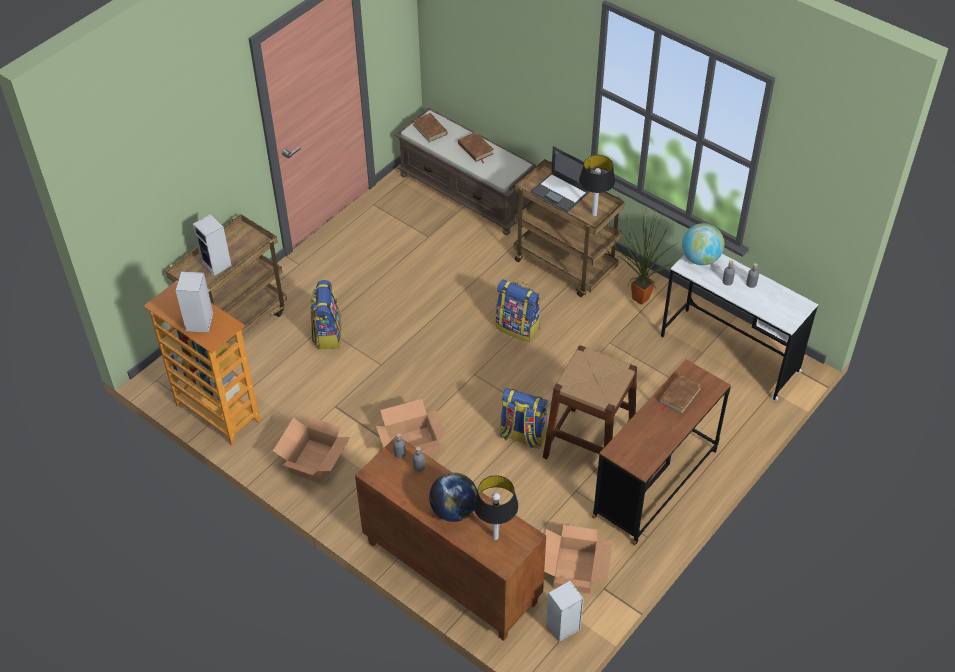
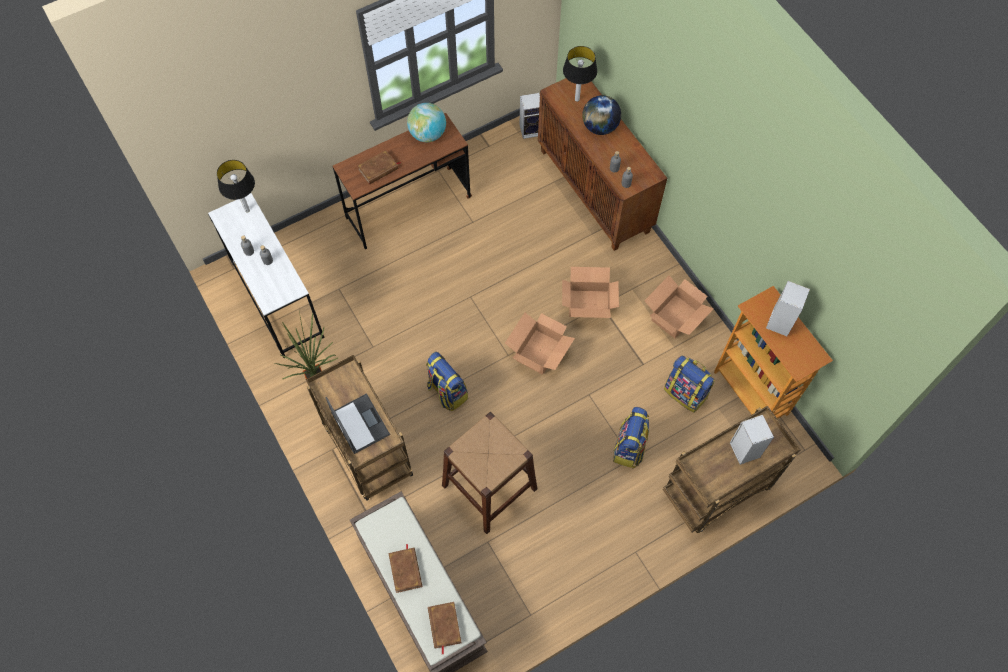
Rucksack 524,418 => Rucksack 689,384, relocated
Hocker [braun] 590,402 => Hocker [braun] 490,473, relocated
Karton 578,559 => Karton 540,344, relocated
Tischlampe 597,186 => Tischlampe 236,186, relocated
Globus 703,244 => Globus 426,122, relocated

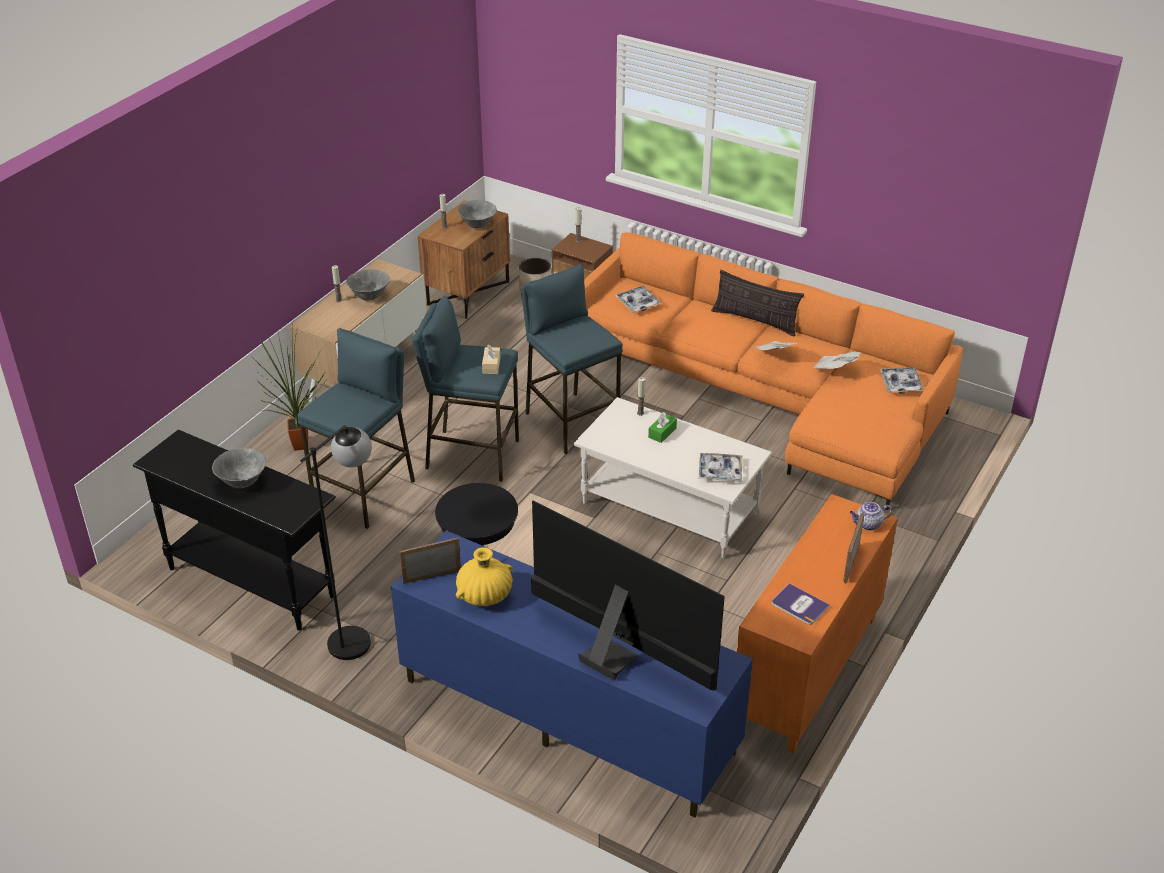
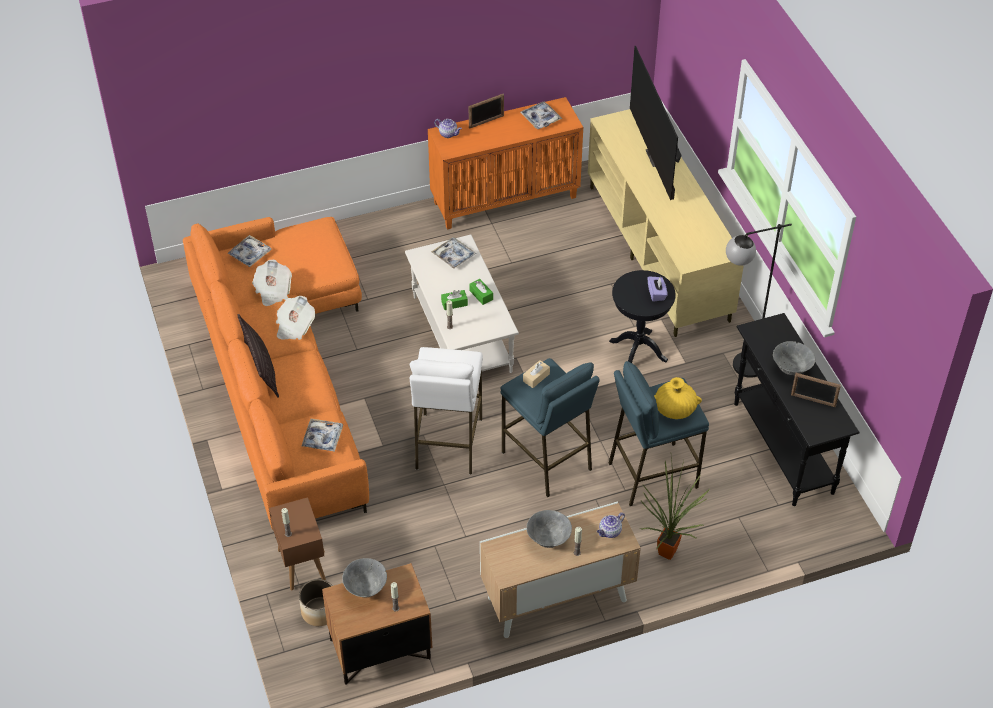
Fernsehschrank [blau] 572,674 => Fernsehschrank [beige] 666,223
Bilderrahmen 430,560 => Bilderrahmen 816,390, relocated
Vase [gelb] 484,576 => Vase [gelb] 678,398, relocated
Hocker [blau] 571,359 => Hocker [weiß] 446,411
Buch 801,604 => Tablett 541,115
nothing => Taschentuchbox [grün] 481,292
nothing => Teekanne 611,525
nothing => Taschentuchbox [lila] 658,289

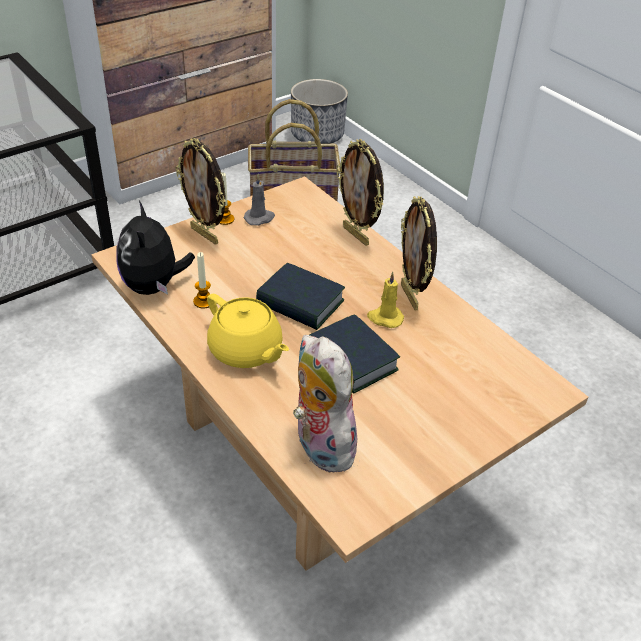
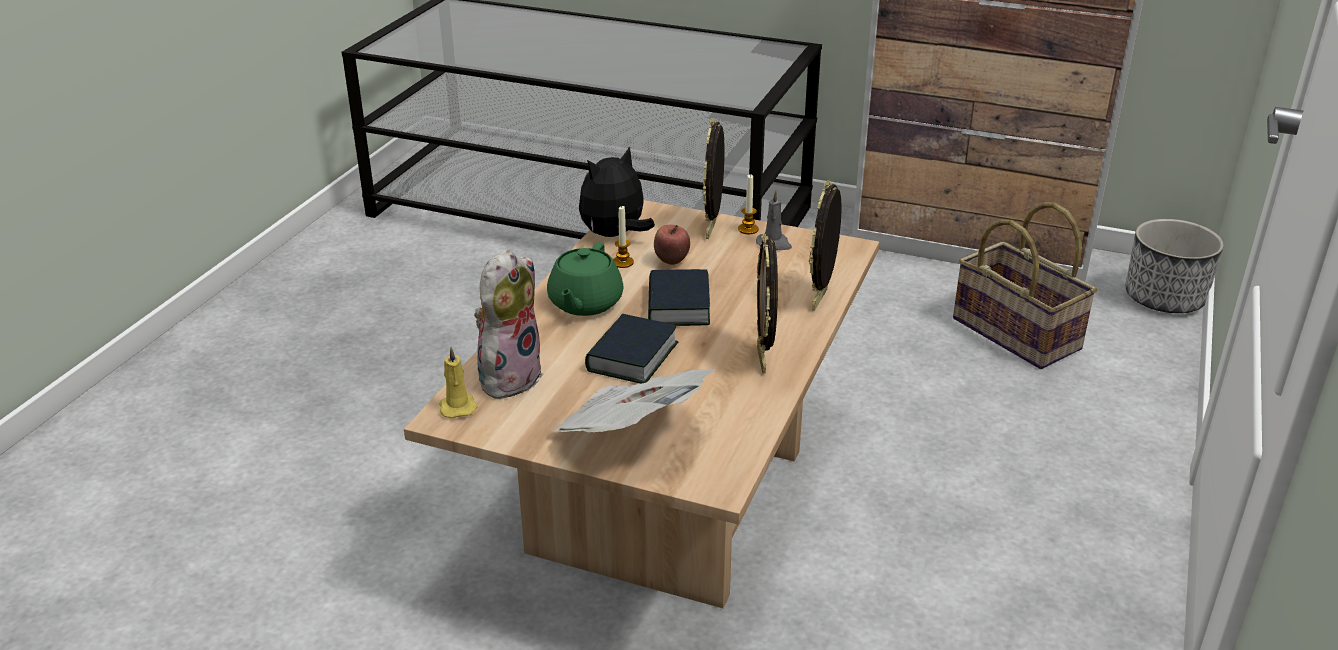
Teekanne [gelb] 248,331 => Teekanne [grün] 585,279
Kerze [gelb] 385,300 => Kerze [gelb] 458,383, relocated
Bilderrahmen 419,253 => Bilderrahmen 767,303, 45 degrees counterclockwise
nothing => Zeitung 633,400
nothing => Apfel 672,245

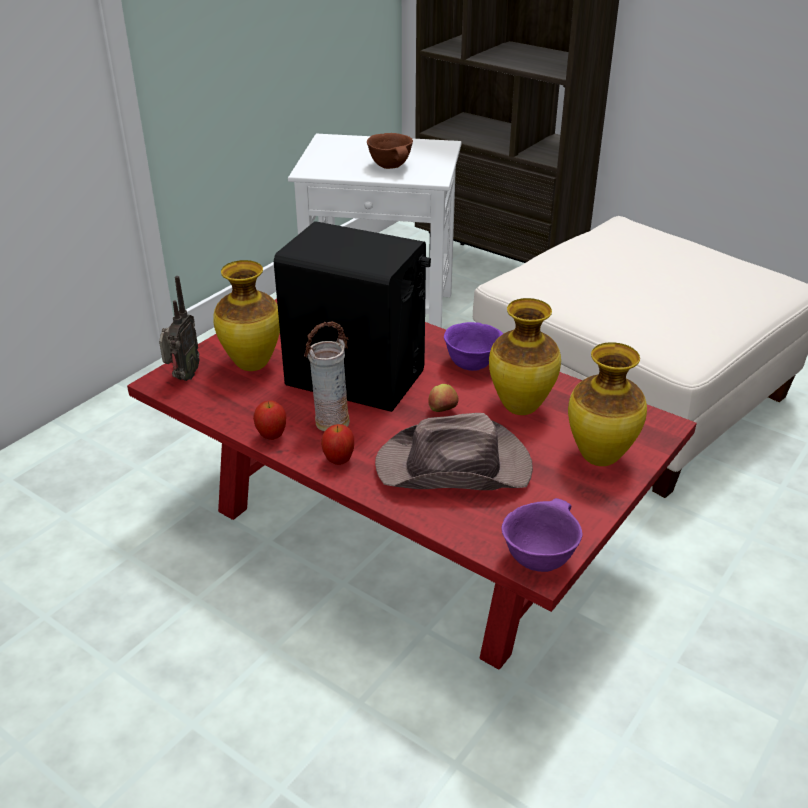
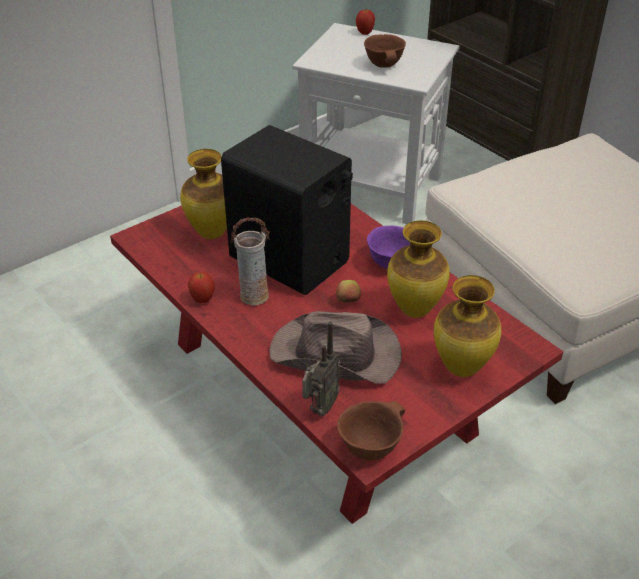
Radio 179,328 => Radio 321,368, relocated
Apfel 337,444 => Apfel 365,22, relocated
Schüssel [lila] 542,535 => Schüssel [braun] 371,431

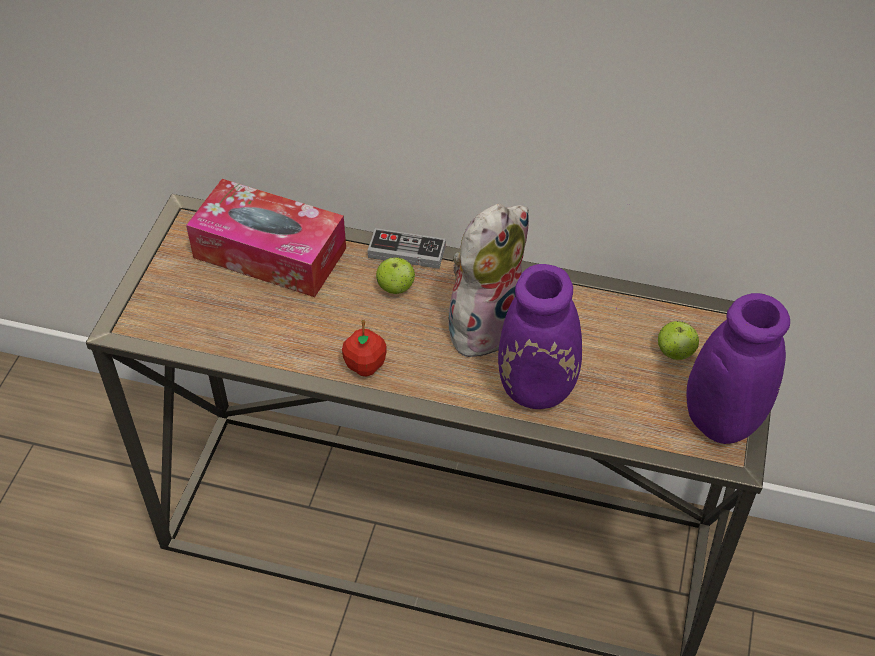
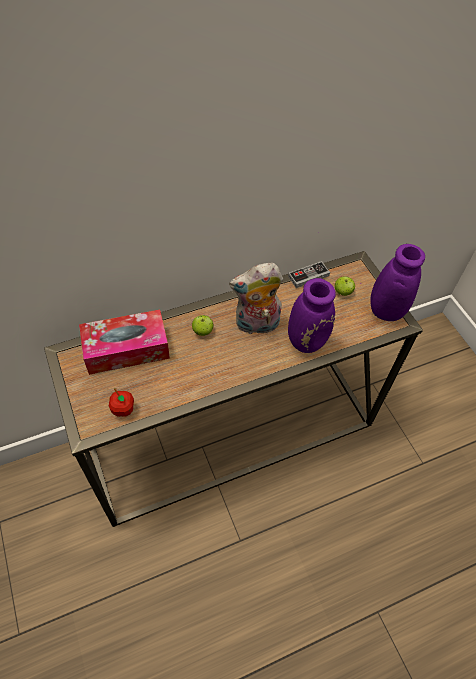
Apfel 364,348 => Apfel 121,402, relocated
Gamepad 407,248 => Gamepad 309,274, relocated
Plüschtier 489,283 => Plüschtier 256,298, 105 degrees counterclockwise

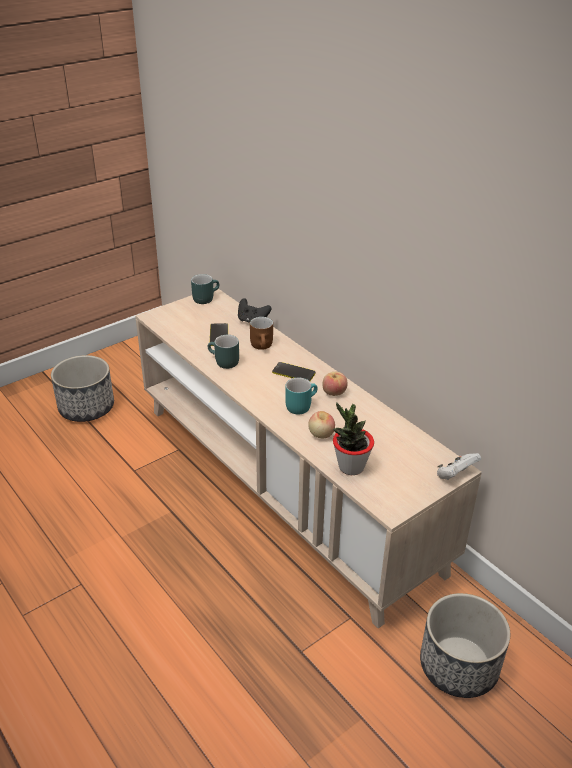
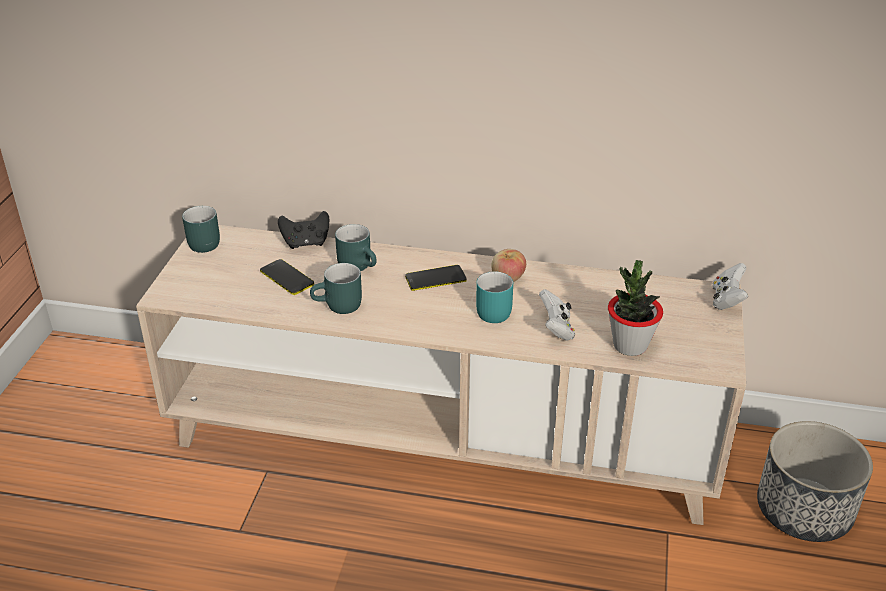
Pflanzkübel 82,388 => nothing
Henkelbecher [braun] 261,333 => Henkelbecher [türkis] 356,247
Apfel 321,425 => Gamepad [weiß] 557,315

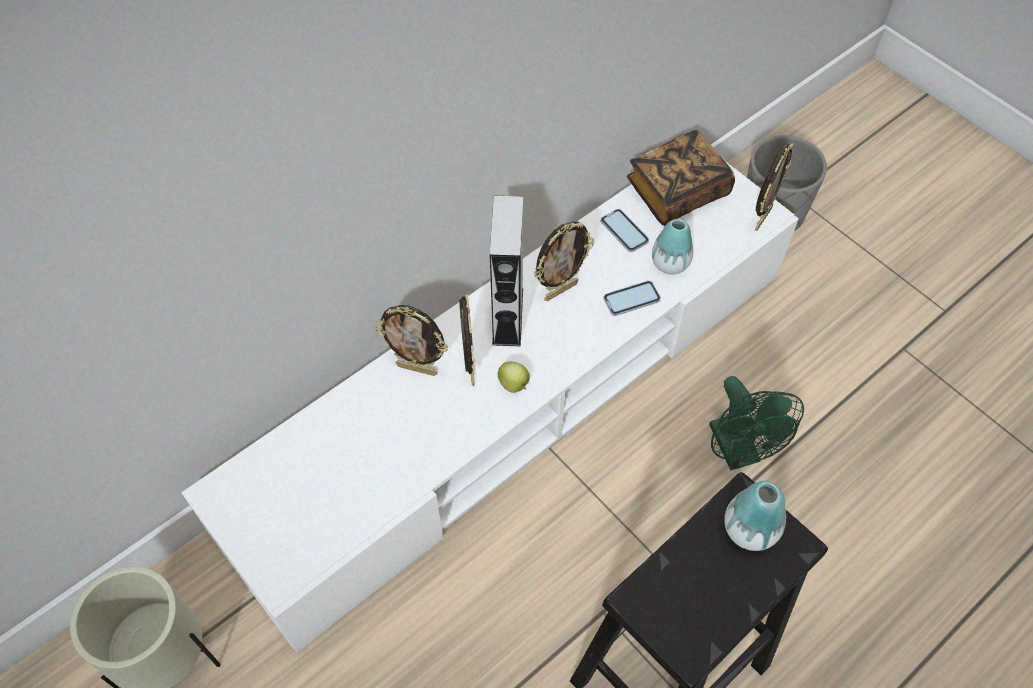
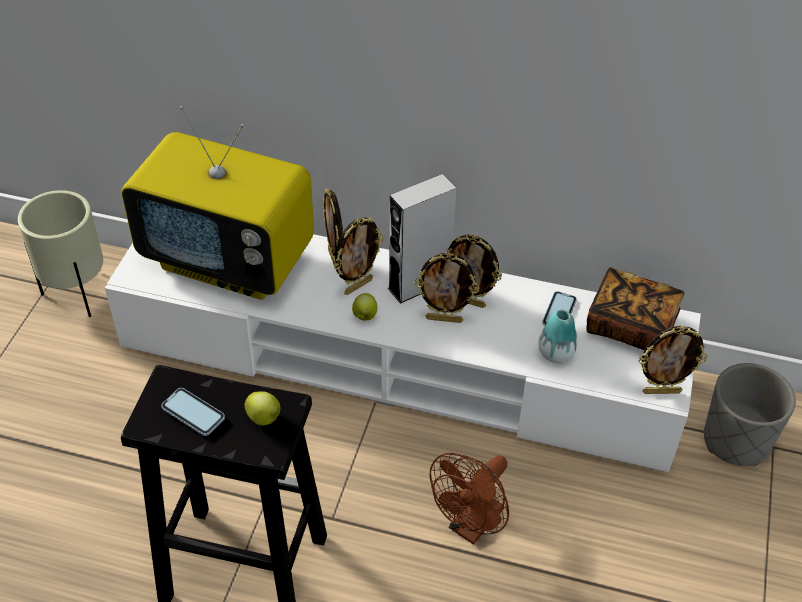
Handy 632,298 => Handy 193,412, relocated
Ventilator [grün] 756,423 => Ventilator [braun] 469,499
Vase 755,516 => Apfel 263,408
nothing => Fernseher 217,203
nothing => Bilderrahmen 446,288

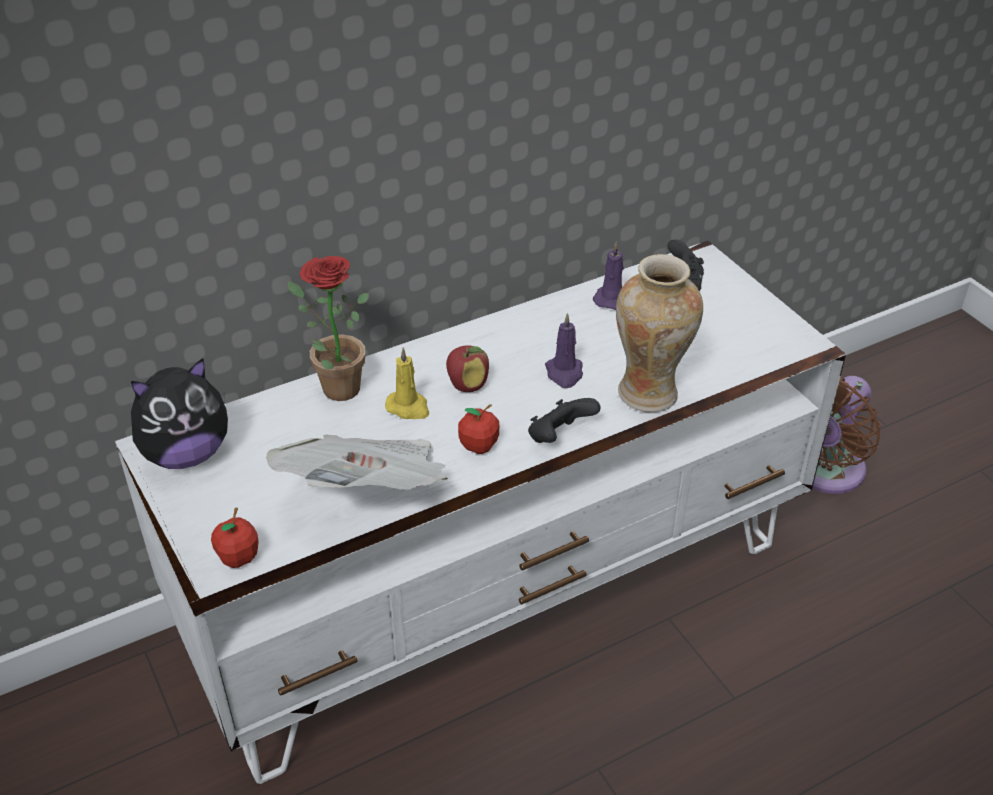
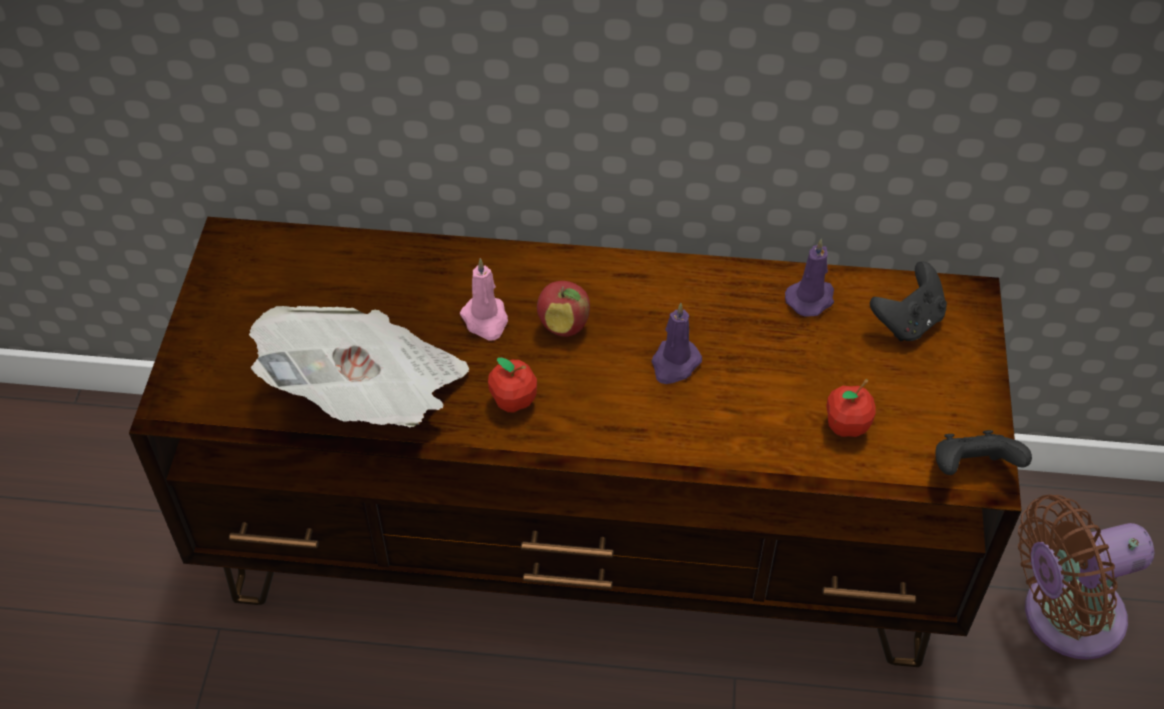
Fernsehschrank [weiß] 480,512 => Fernsehschrank [braun] 575,442
Plüschtier 179,413 => nothing
Apfel 235,538 => Apfel 851,408, relocated
Topfpflanze 328,328 => nothing
Kerze [gelb] 407,383 => Kerze [rosa] 484,299
Gamepad [schwarz] 564,420 => Gamepad [schwarz] 983,452, relocated
Vase 659,333 => nothing

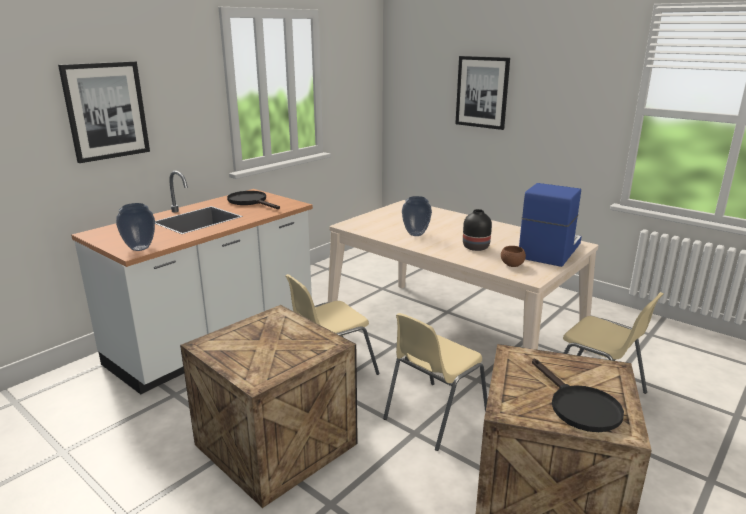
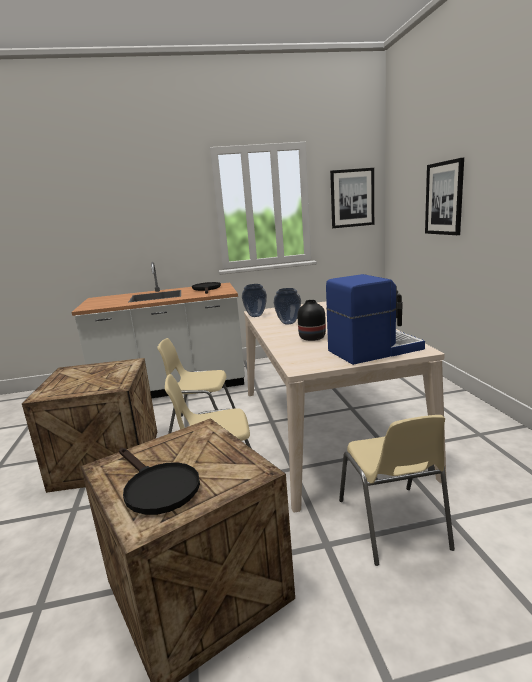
Bild 104,112 => Bild 352,198, relocated
Vase 135,227 => Vase 254,300, relocated
Schüssel [braun] 513,256 => nothing
Pfanne [schwarz] 578,395 => Pfanne [schwarz] 159,481, 60 degrees counterclockwise

